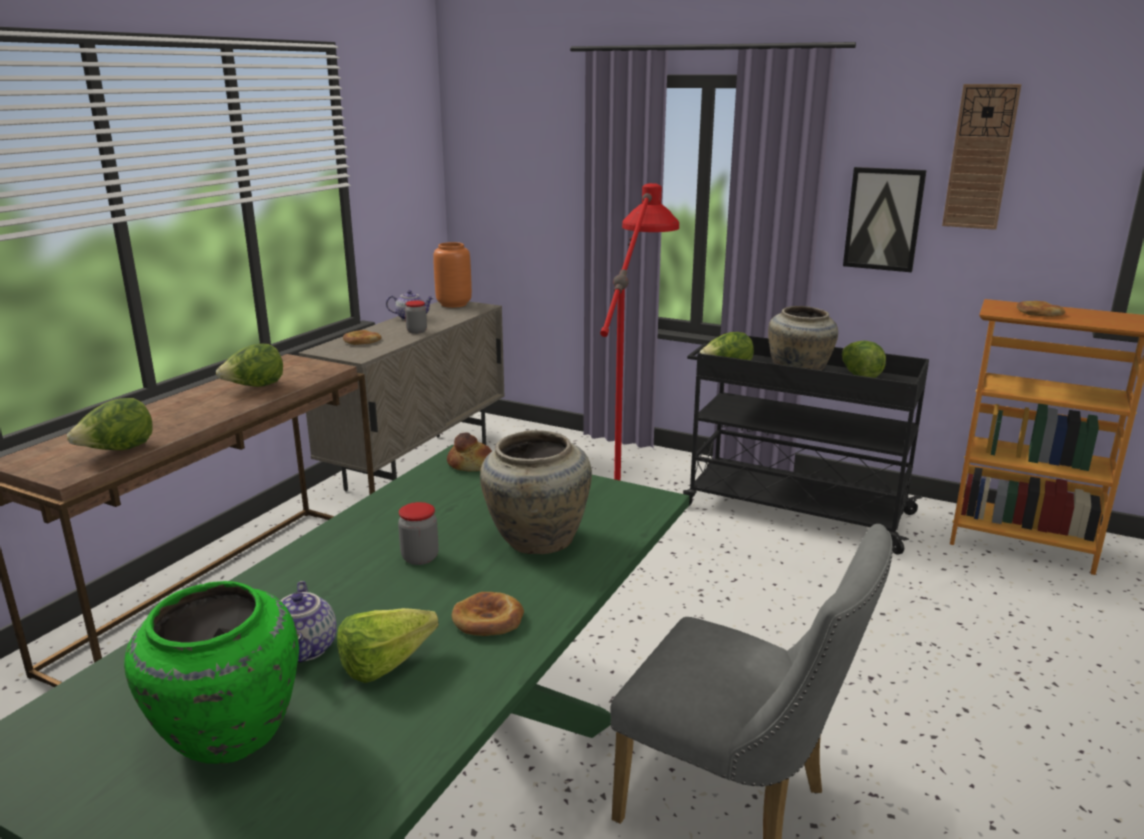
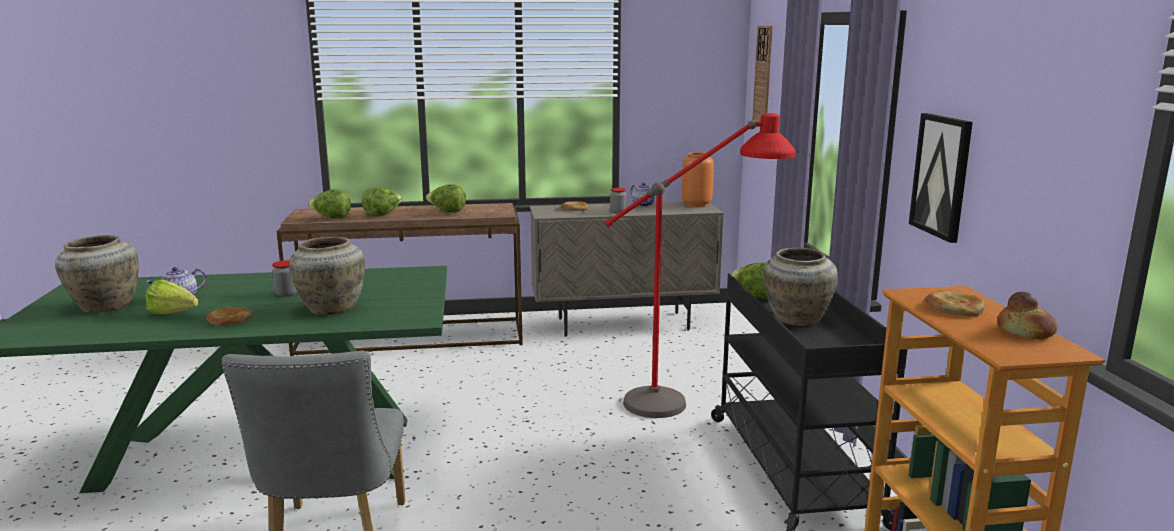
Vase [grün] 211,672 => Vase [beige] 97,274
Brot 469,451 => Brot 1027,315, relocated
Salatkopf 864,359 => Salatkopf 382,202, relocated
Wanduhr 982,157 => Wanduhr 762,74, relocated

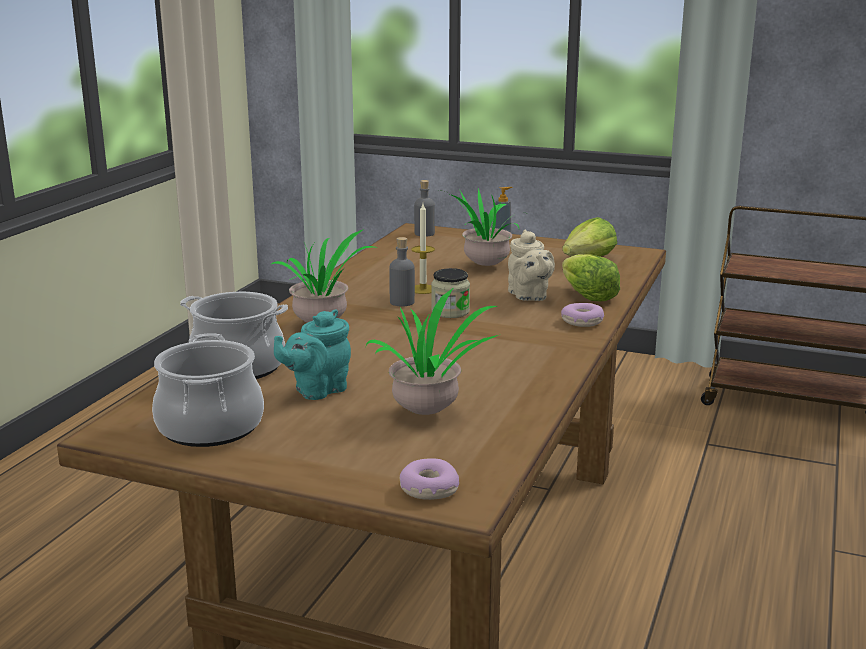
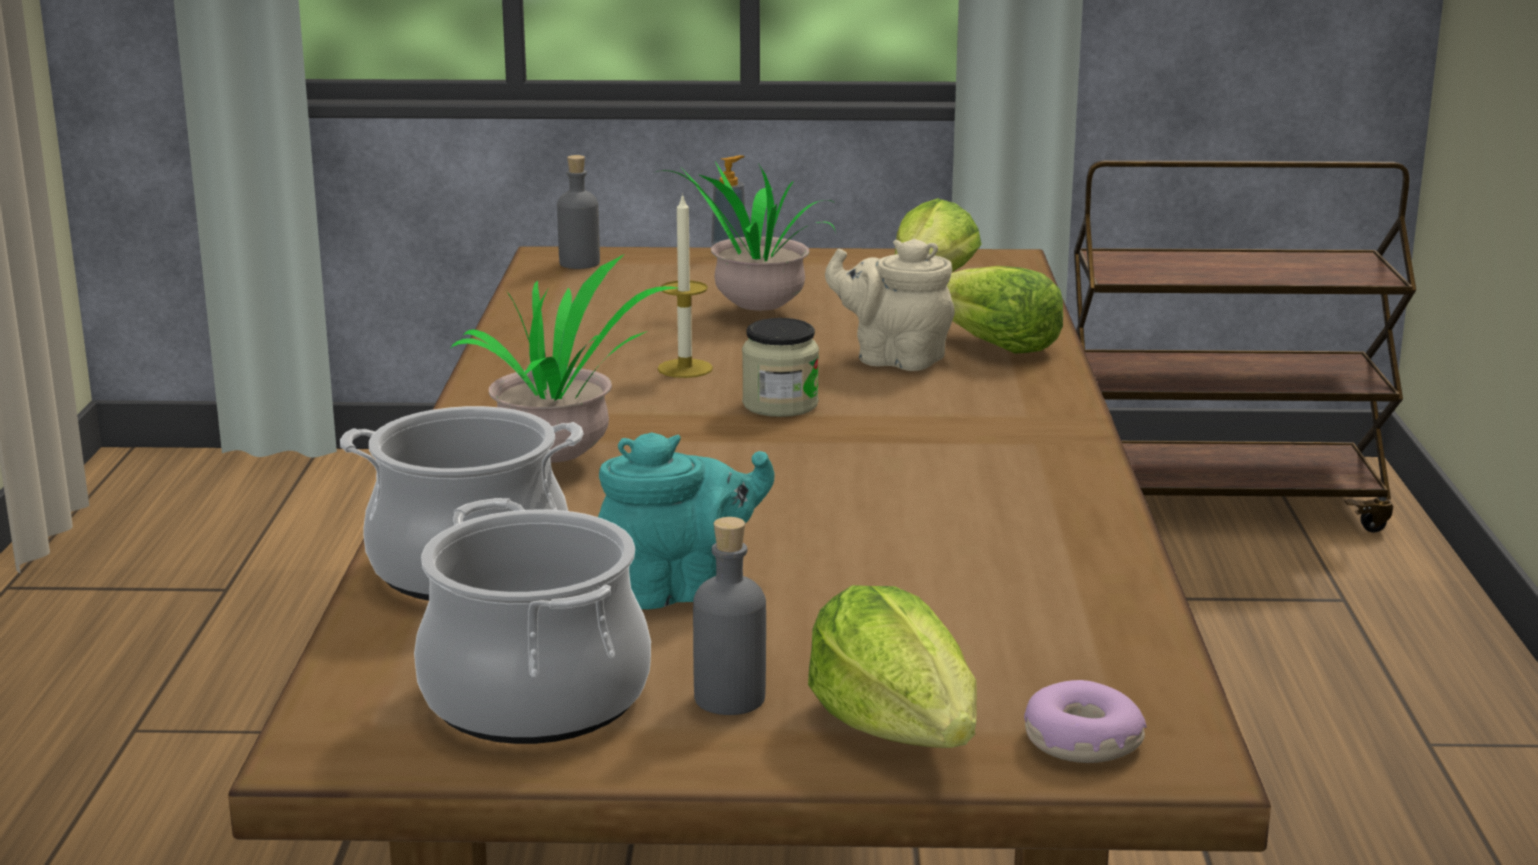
Teekanne [türkis] 312,354 => Teekanne [türkis] 686,521, 135 degrees counterclockwise
Topfpflanze 432,351 => nothing
Flasche [grau] 402,271 => Flasche [grau] 729,616, relocated
Teekanne [beige] 531,265 => Teekanne [beige] 890,305, 150 degrees clockwise
Donut 582,315 => nothing
nothing => Salatkopf 892,666

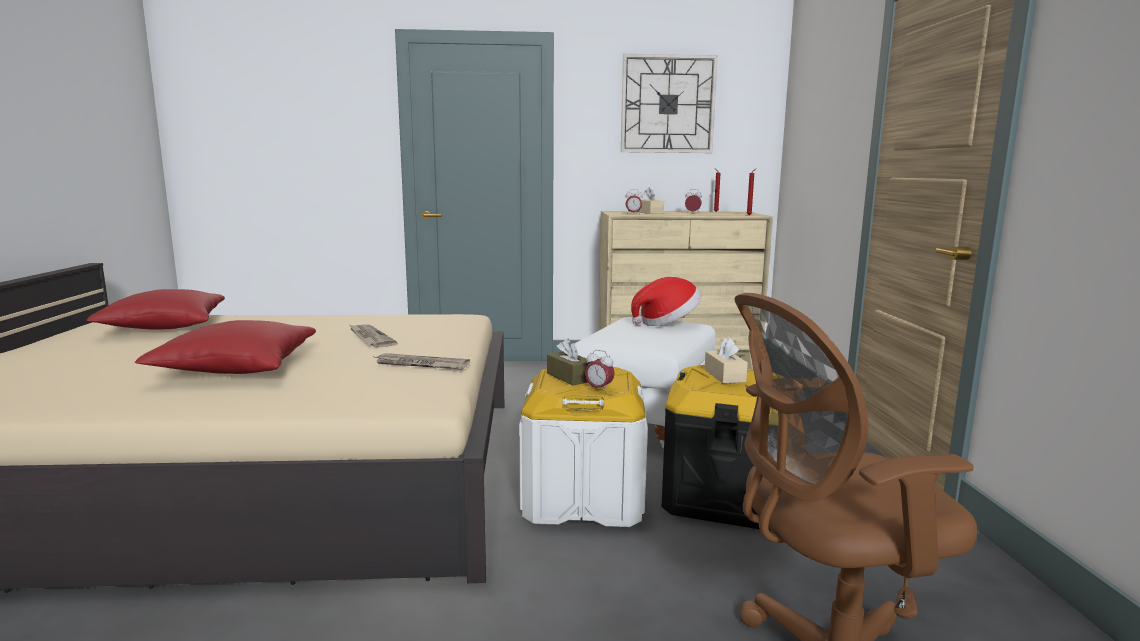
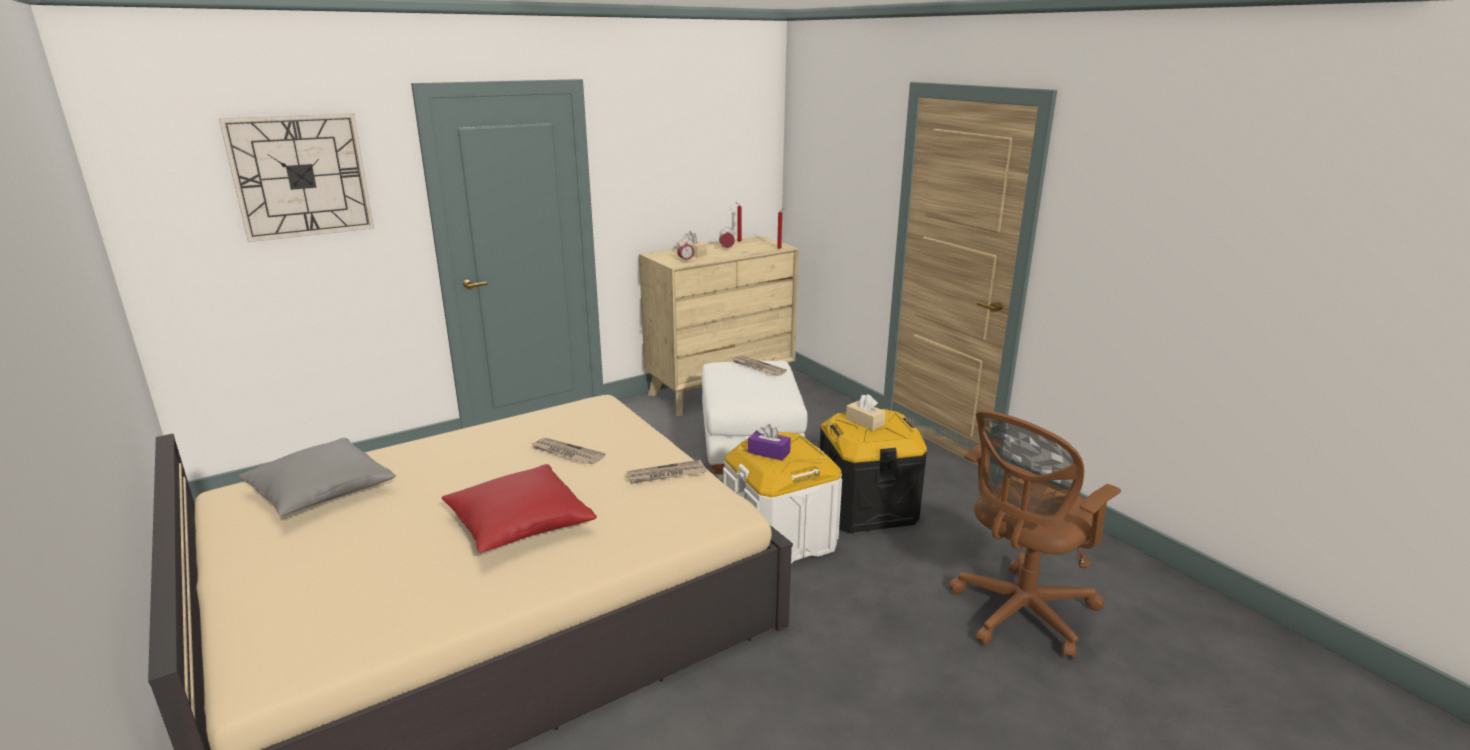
Kissen [rot] 155,309 => Kissen [grau] 317,477
Taschentuchbox [braun] 570,362 => Taschentuchbox [lila] 769,442
Wecker 600,371 => nothing
Wanduhr 669,103 => Wanduhr 296,177, relocated
Hut 666,301 => Zeitung 760,365

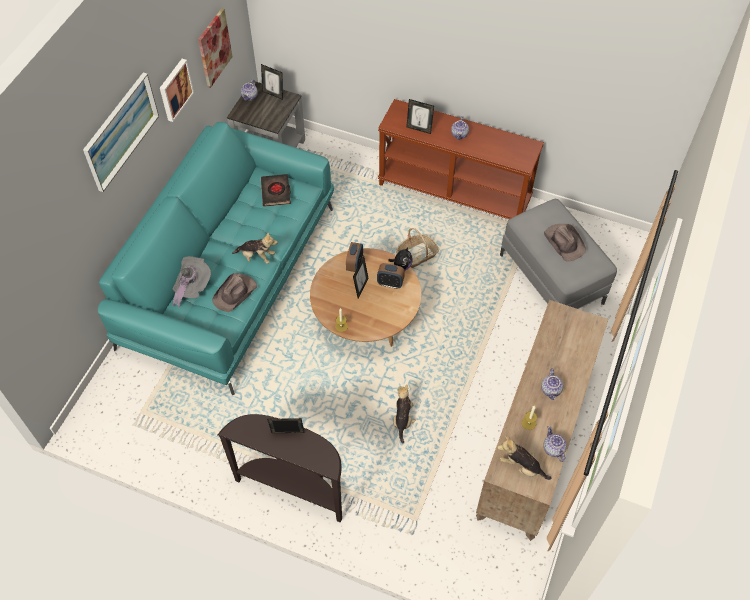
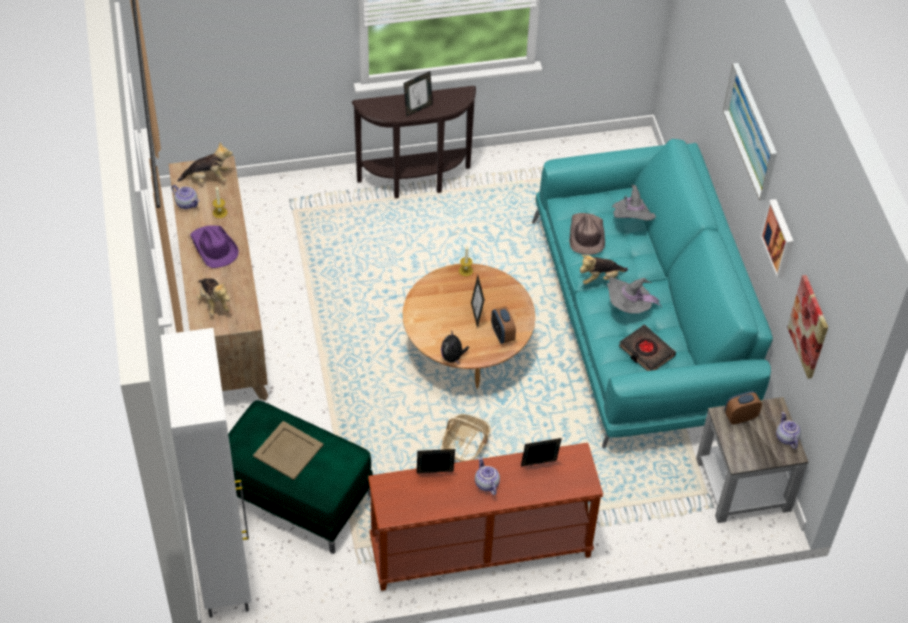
Bilderrahmen 272,82 => Bilderrahmen 436,461, relocated
Wecker 391,276 => Wecker 743,407, relocated
Plüschtier 404,413 => Plüschtier 213,296, relocated
Polsterhocker [grau] 558,254 => Polsterhocker [grün] 300,477
Teekanne 552,384 => Hut [lila] 214,246
Hut [braun] 565,243 => Tablett [beige] 288,450
nothing => Schrank [weiß] 206,472
nothing => Hut [grau] 634,295

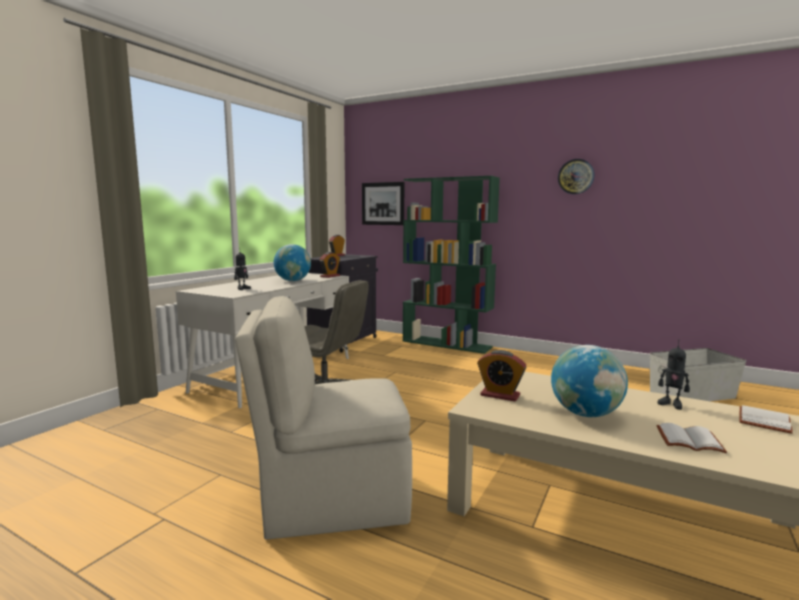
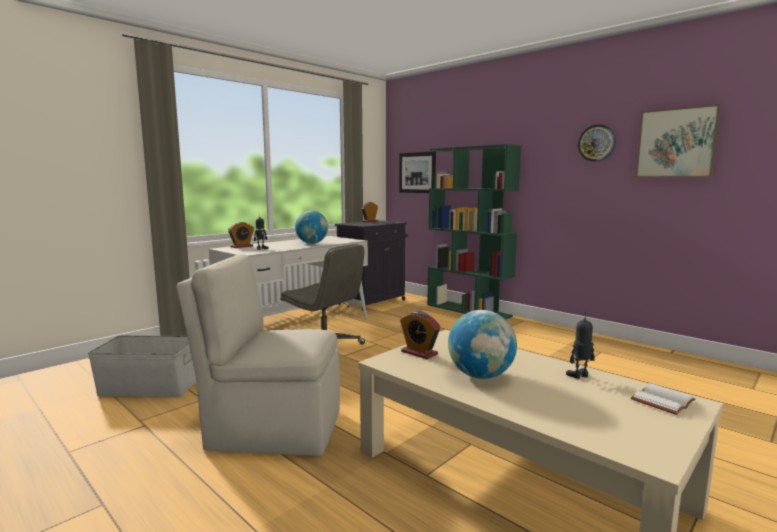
Wecker 329,265 => Wecker 241,235, relocated
Aufbewahrungsbox [grau] 698,374 => Aufbewahrungsbox [grau] 142,366, relocated
Buch [weiß] 691,438 => nothing
Spielzeugroboter 673,376 => Spielzeugroboter 580,345, 105 degrees clockwise
nothing => Bild 678,141

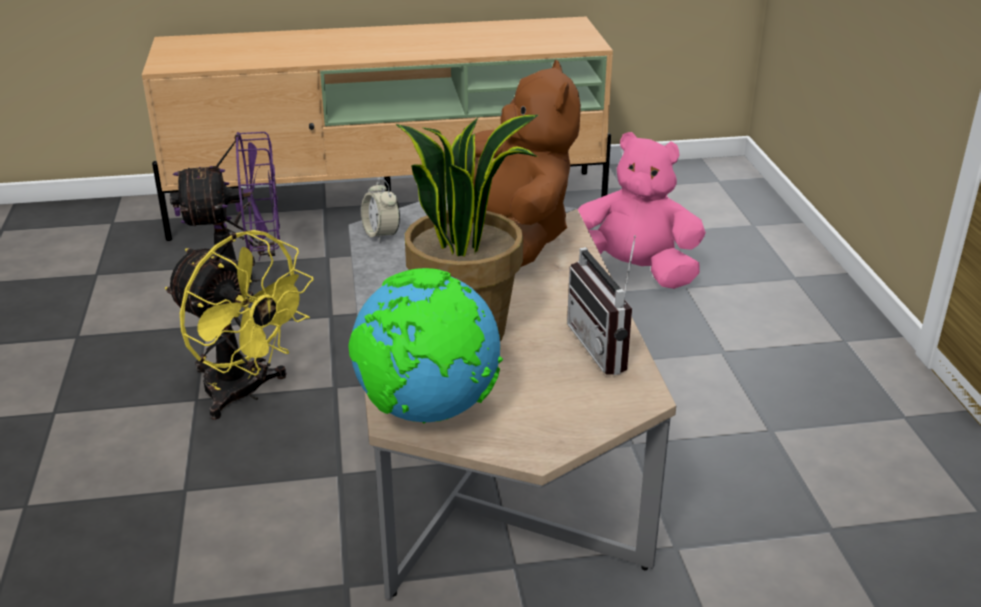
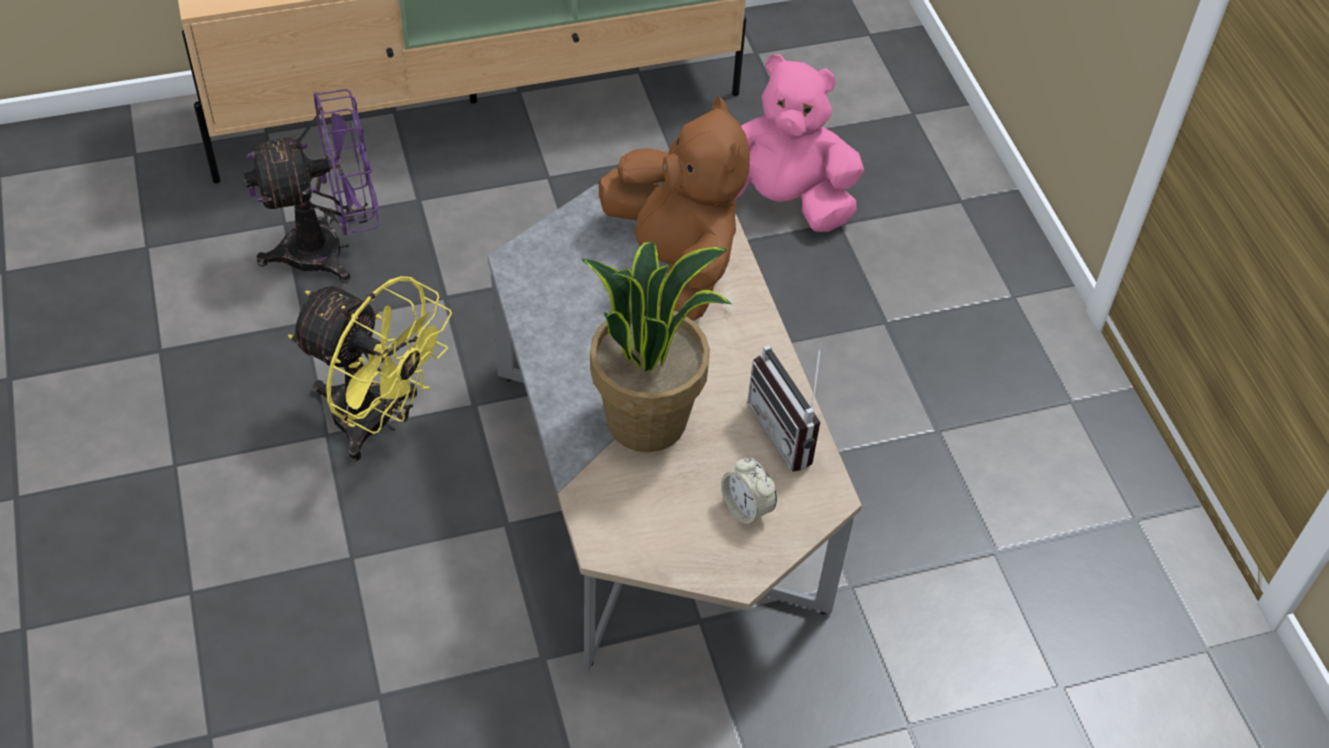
Globus 425,345 => nothing
Wecker 380,210 => Wecker 749,492, relocated

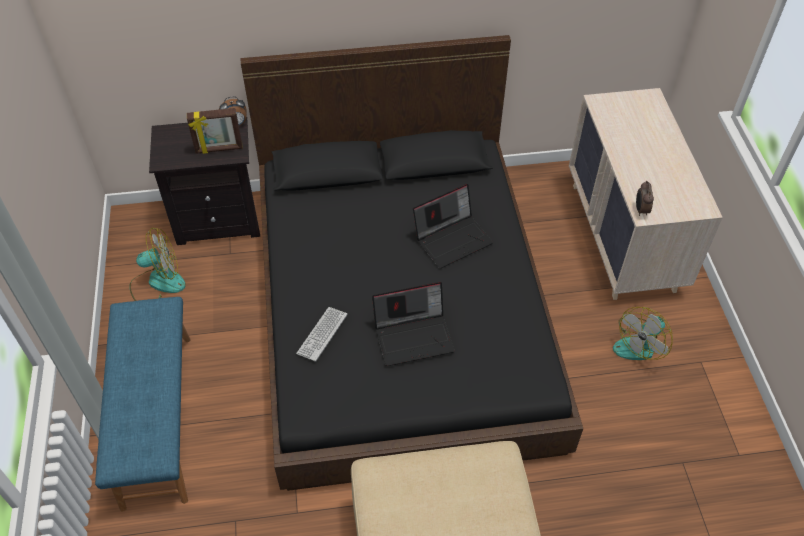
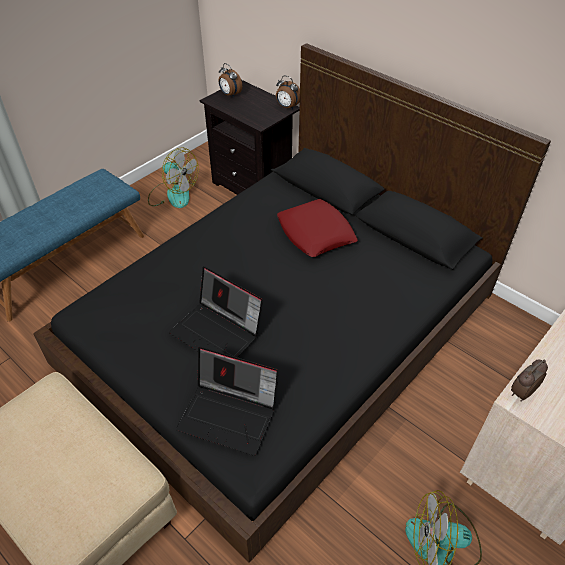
Bilderrahmen 214,131 => nothing
Tastatur 321,334 => nothing
Laptop 453,226 => Laptop 227,401, relocated
nothing => Wecker 230,80
nothing => Kissen [rot] 317,228

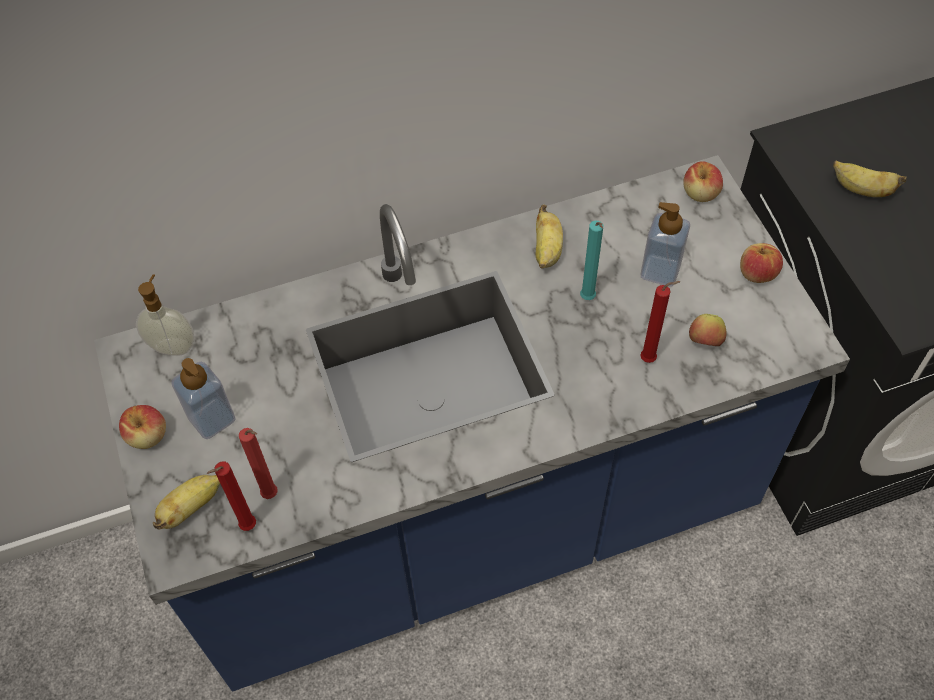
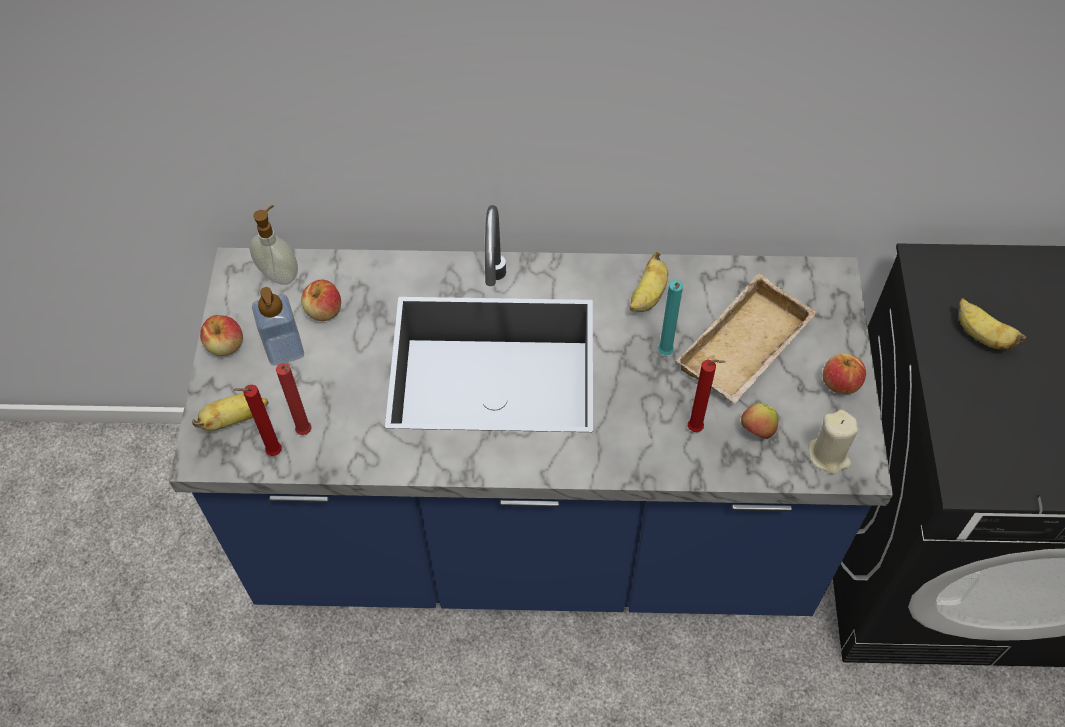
Seifenspender 665,244 => Tablett [beige] 746,338
Apfel 703,181 => Apfel 321,300, relocated
nothing => Kerze [beige] 833,442

